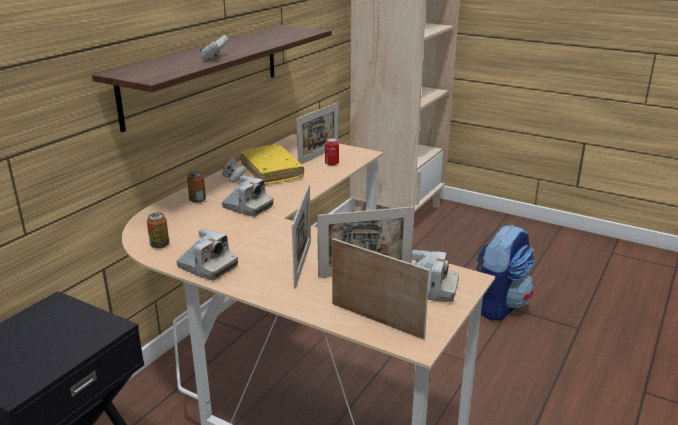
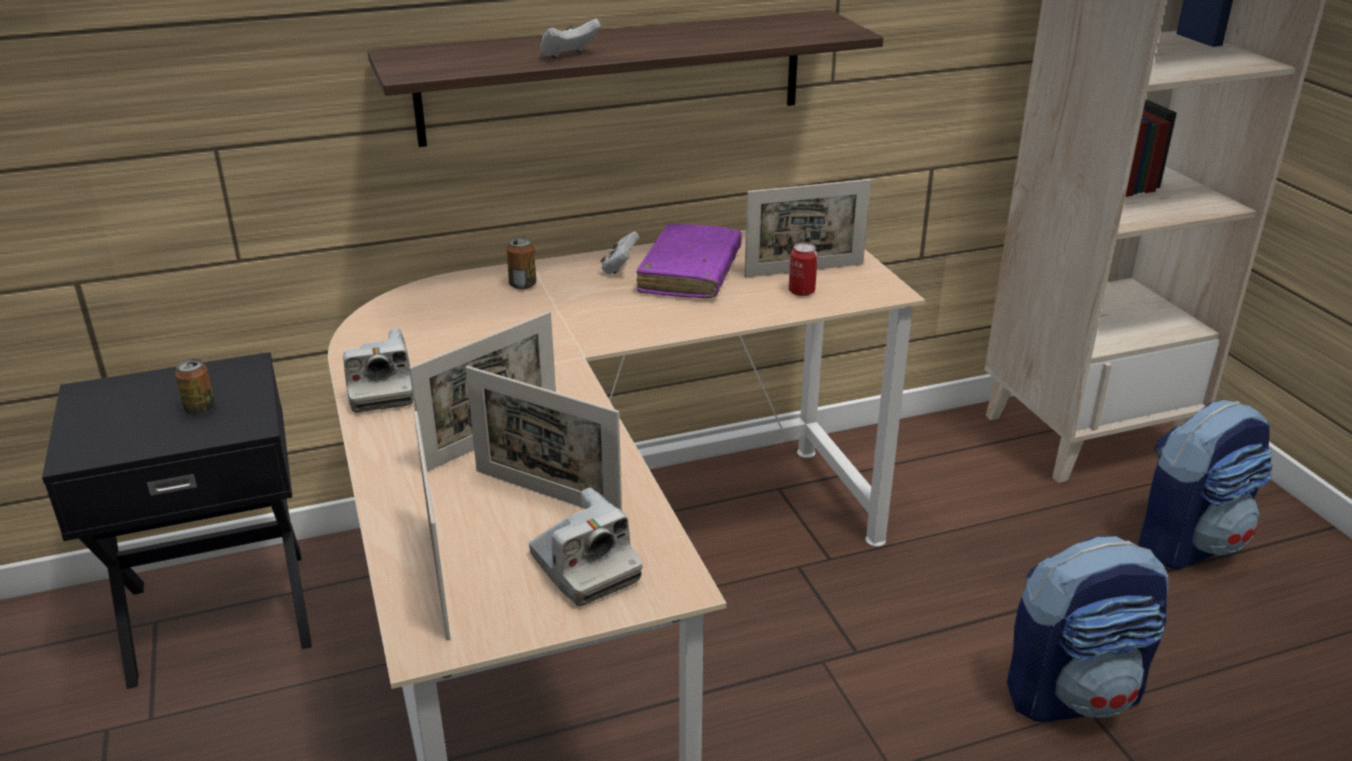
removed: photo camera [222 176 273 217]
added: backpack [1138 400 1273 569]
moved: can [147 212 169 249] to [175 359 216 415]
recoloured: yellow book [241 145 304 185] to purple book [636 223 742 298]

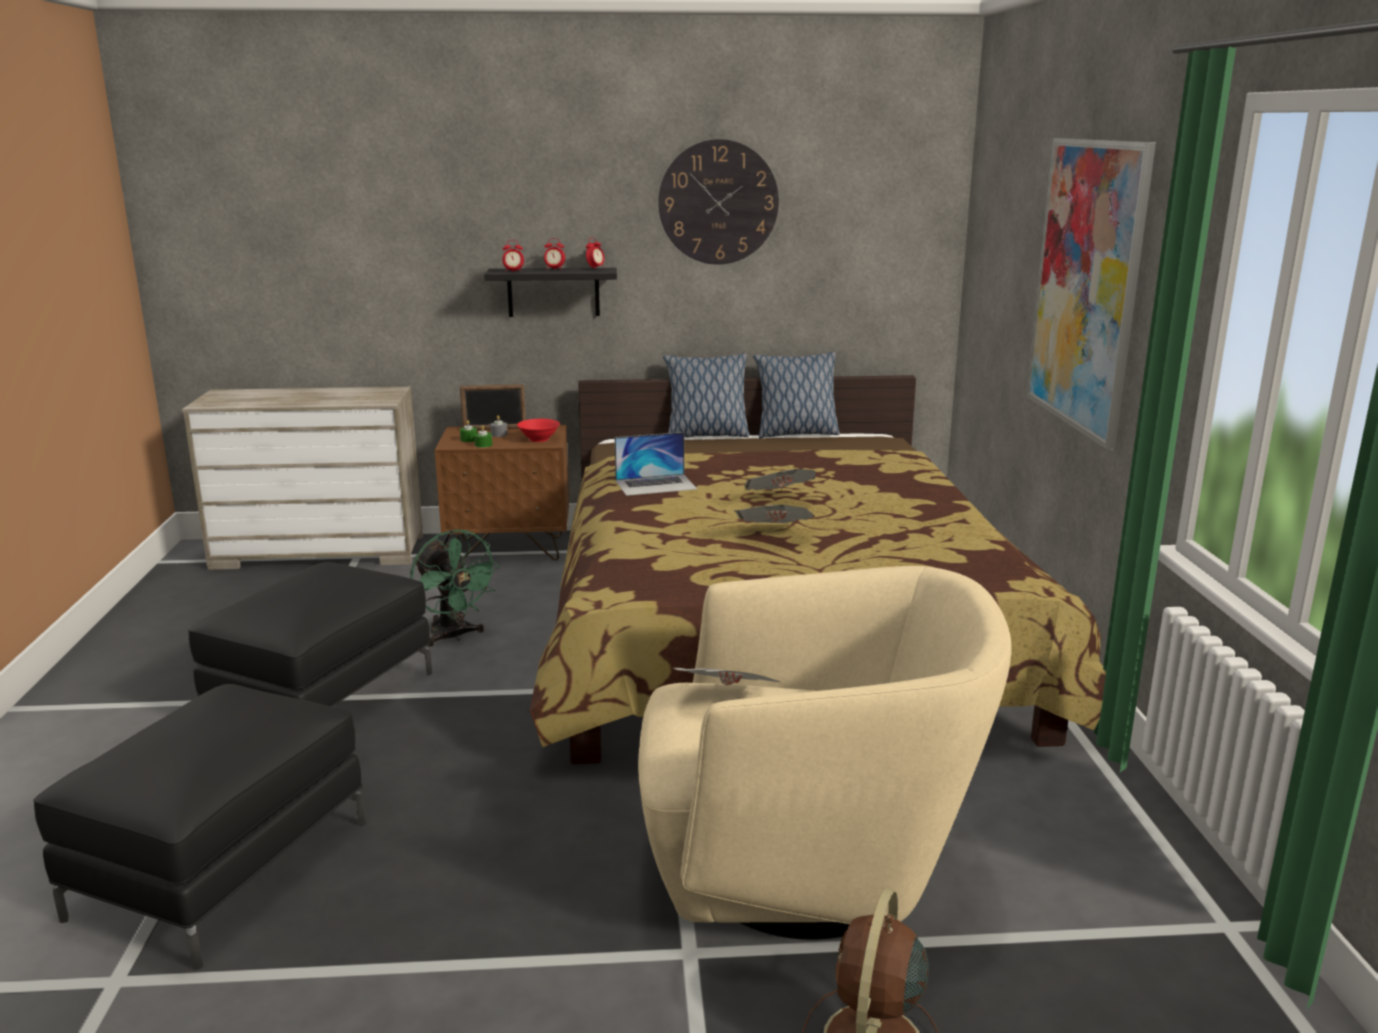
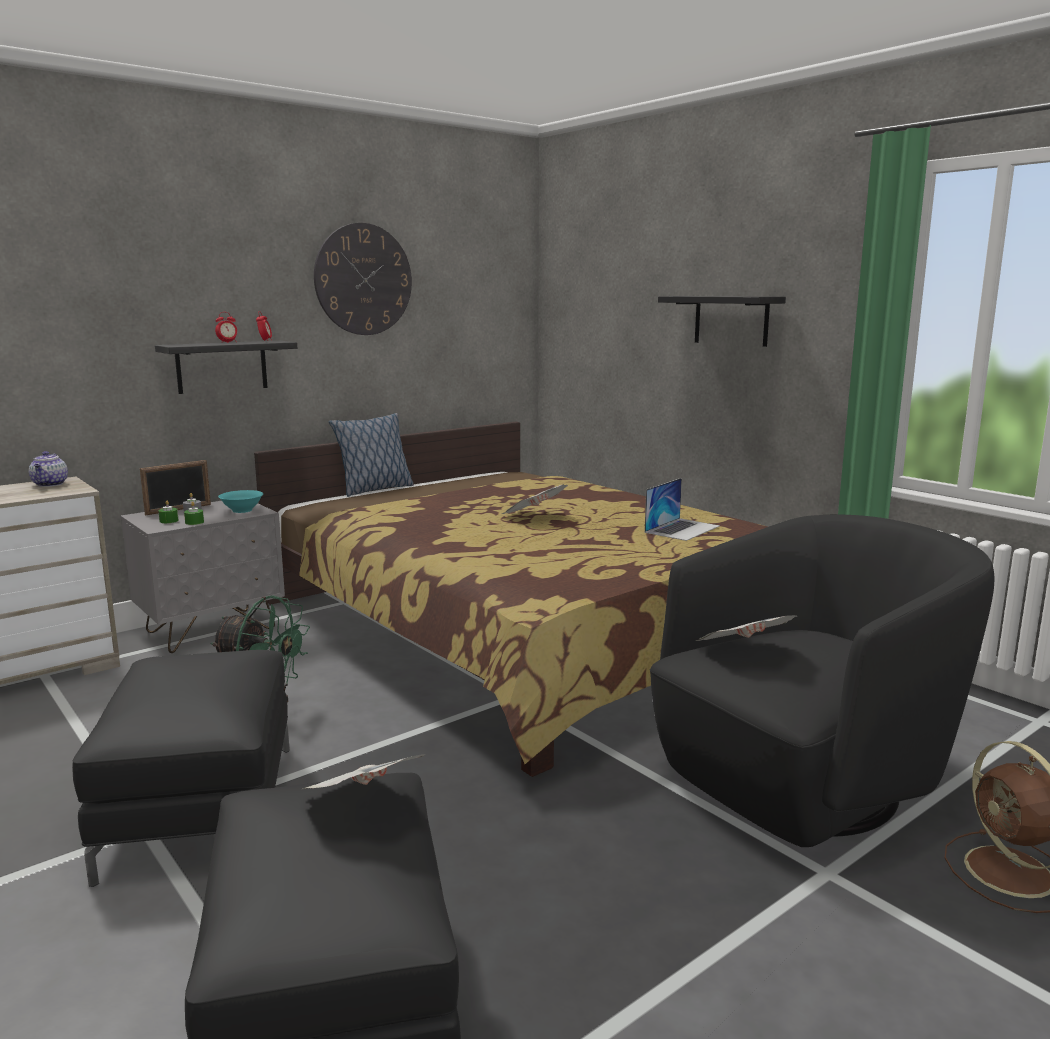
removed: alarm clock [502 240 524 272]; pillow [753 352 840 438]
added: teapot [29 451 68 487]
moved: laptop [615 432 697 496] to [645 478 720 541]; newspaper [734 505 815 523] to [301 754 424 790]
replaced: picture [1026 138 1156 450] to black shelf [658 296 786 347]
recoloured: brown nightstand [435 425 569 560] to grey nightstand [121 501 285 653]; red bowl [517 419 560 442] to turquoise bowl [218 490 264 513]; beige armchair [638 566 1012 940] to black armchair [650 515 994 847]

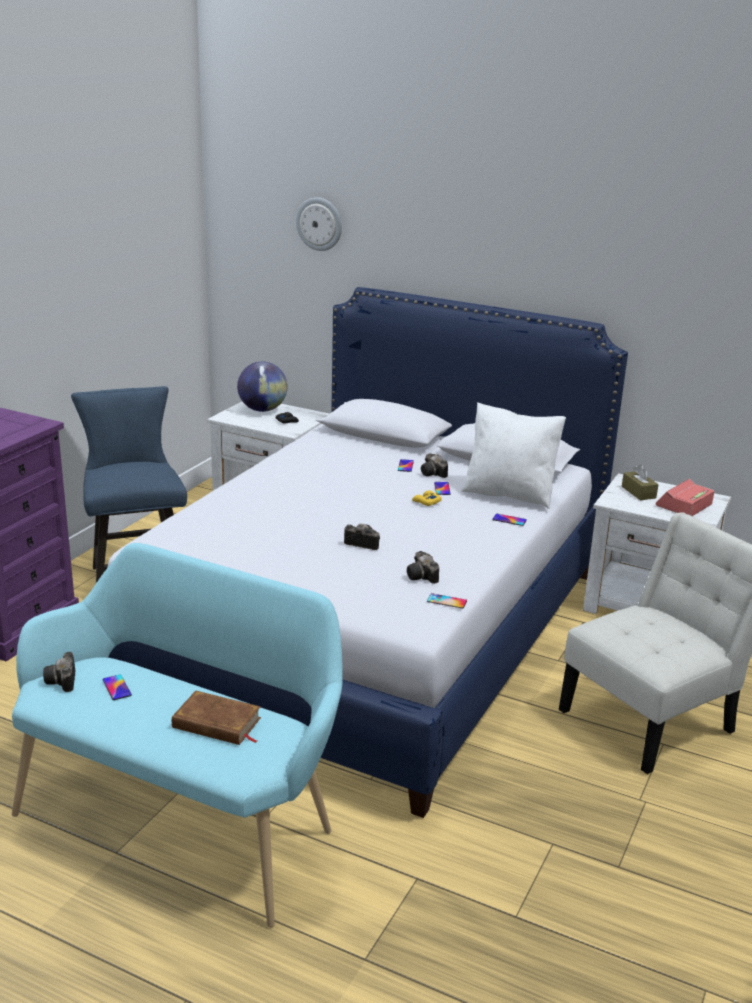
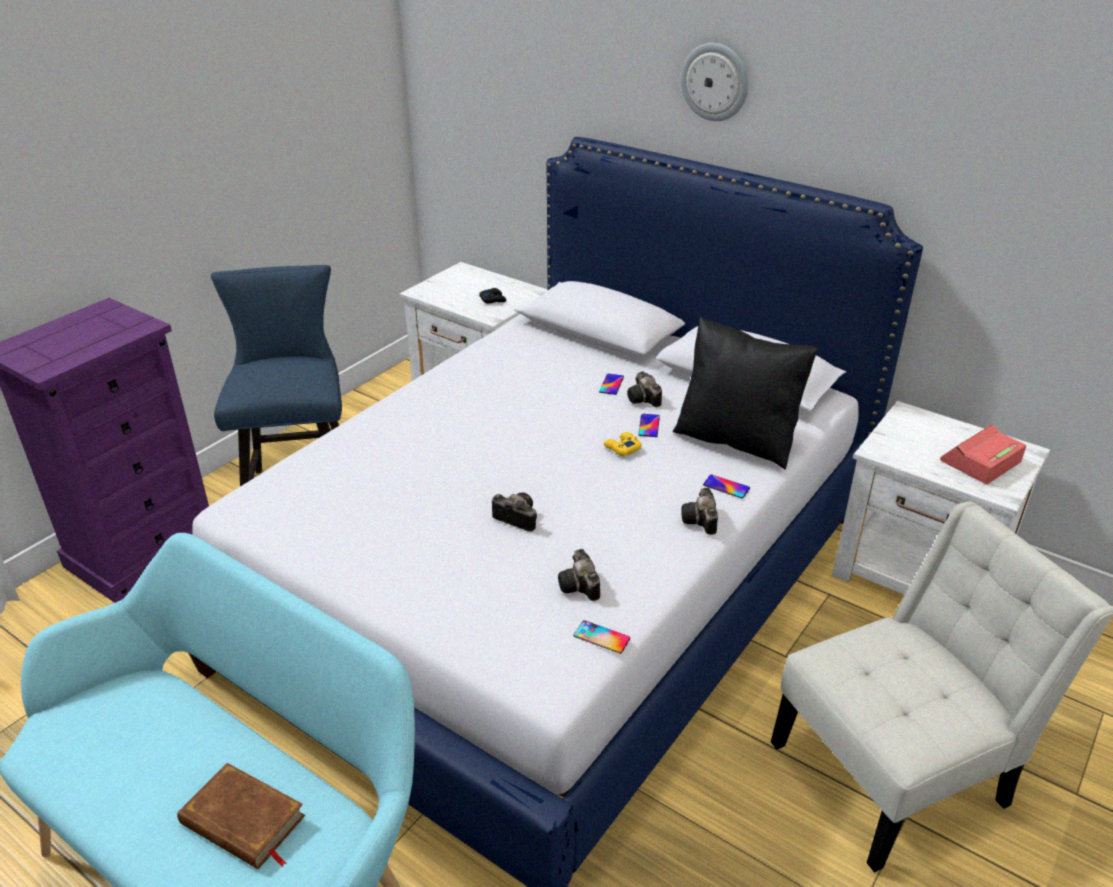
removed: phone [102 675 132 700]; globe [237 362 287 412]; brown tissue box [622 464 659 500]
moved: photo camera [43 652 76 692] to [681 488 718 535]; wall clock [296 197 342 251] to [681 43 748 121]
recoloured: white pillow [461 402 566 509] to black pillow [673 317 818 470]

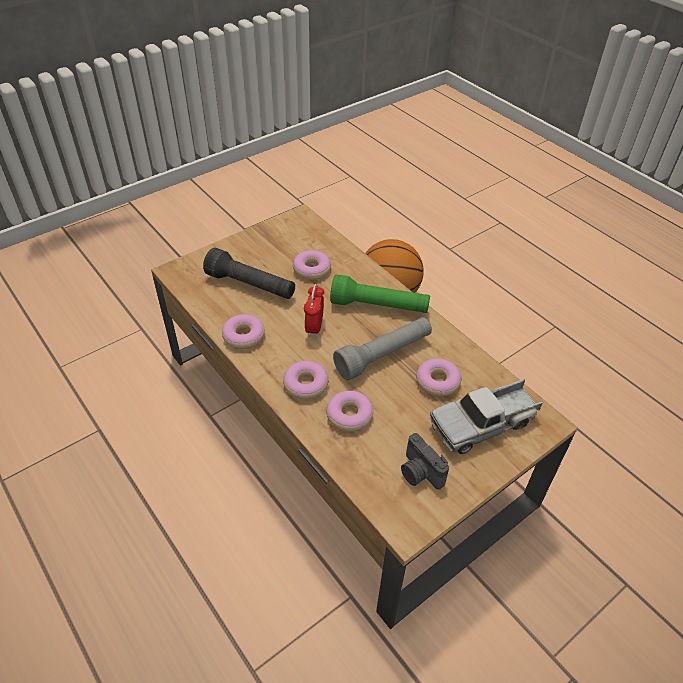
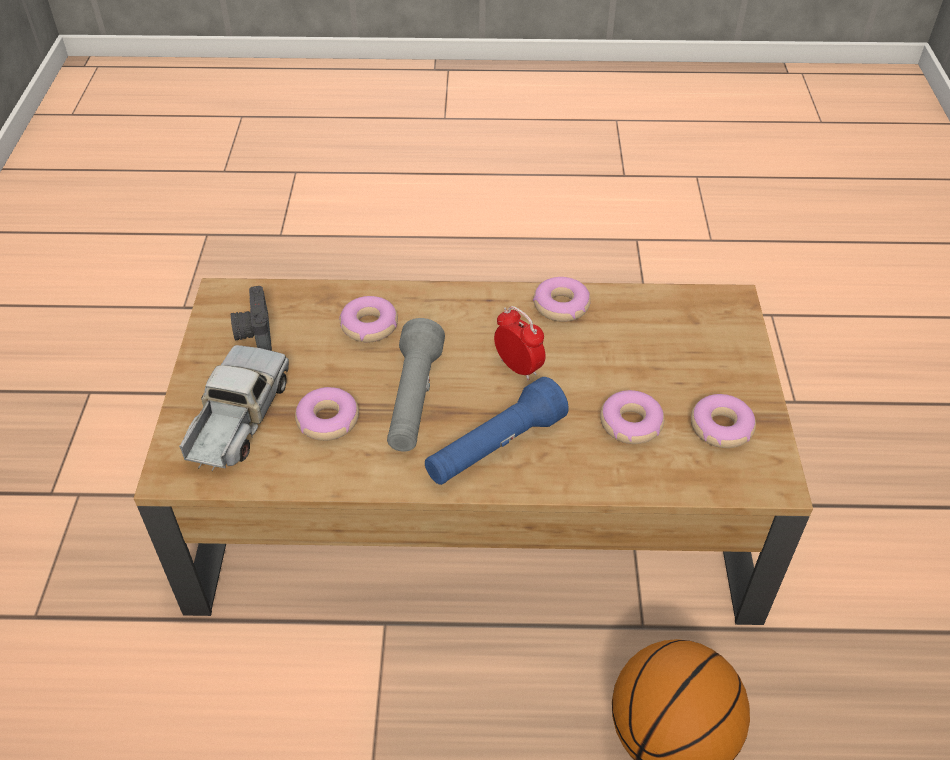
removed: black flashlight [203 248 295 299]
moved: donut [283 361 329 399] to [691 394 756 448]
recoloured: green flashlight [330 274 430 313] to blue flashlight [425 377 569 485]
turned: photo camera [401 433 449 489] = [231 286 272 351] 105 degrees counterclockwise

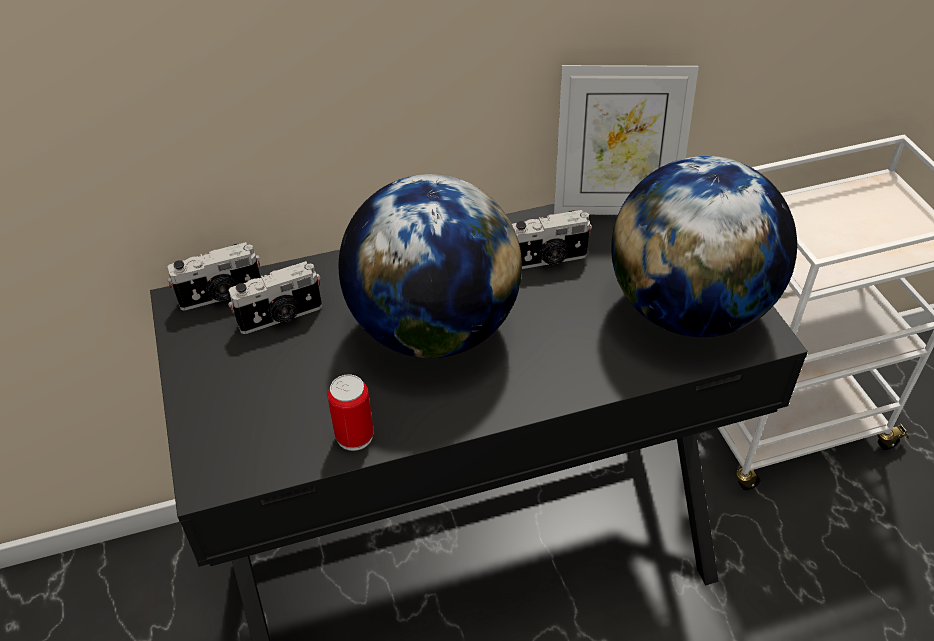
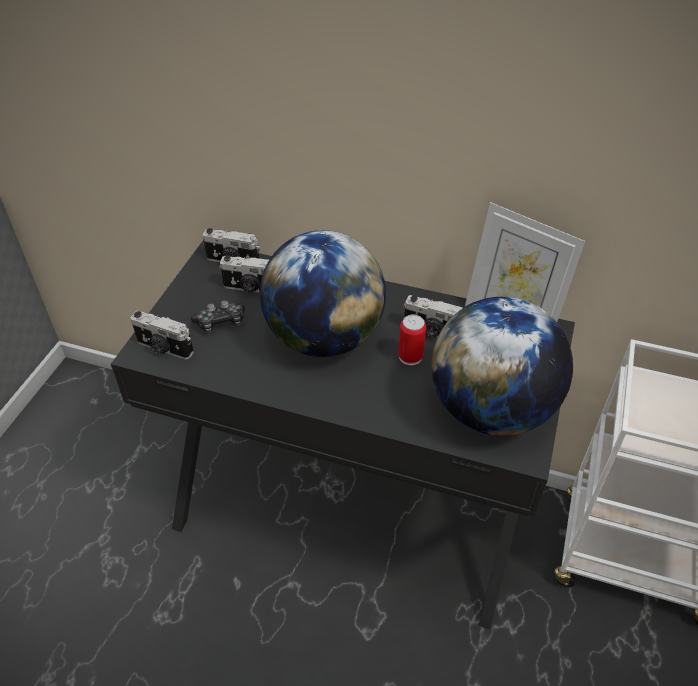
added: photo camera [130 311 194 360]; game controller [191 300 245 333]
moved: can [328 374 374 451] to [398 315 426 365]

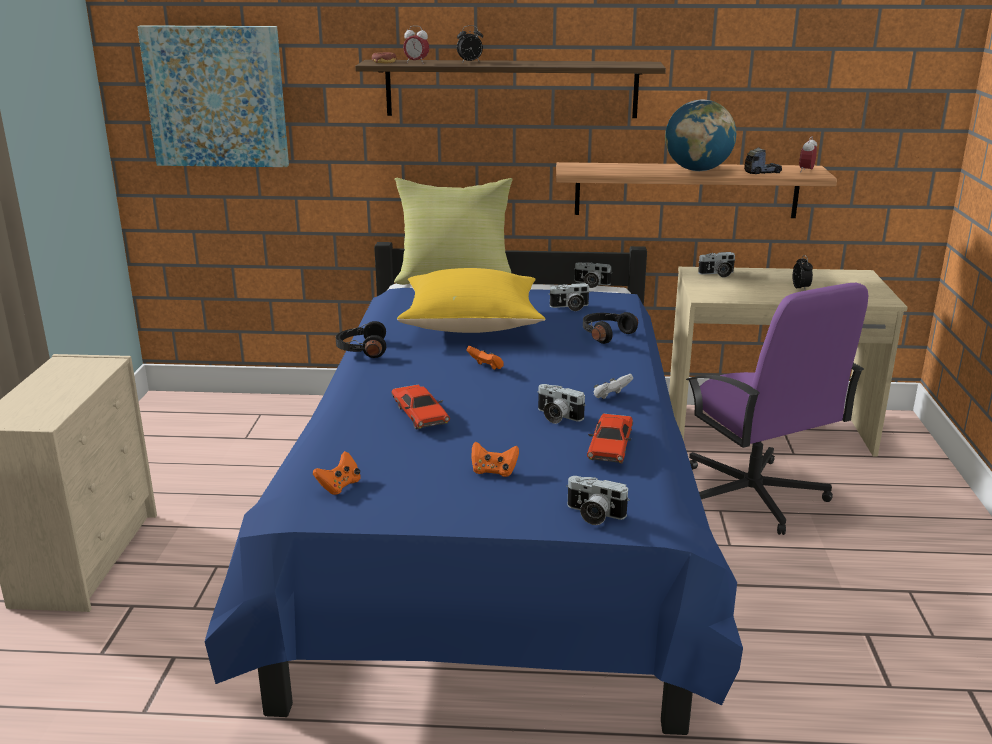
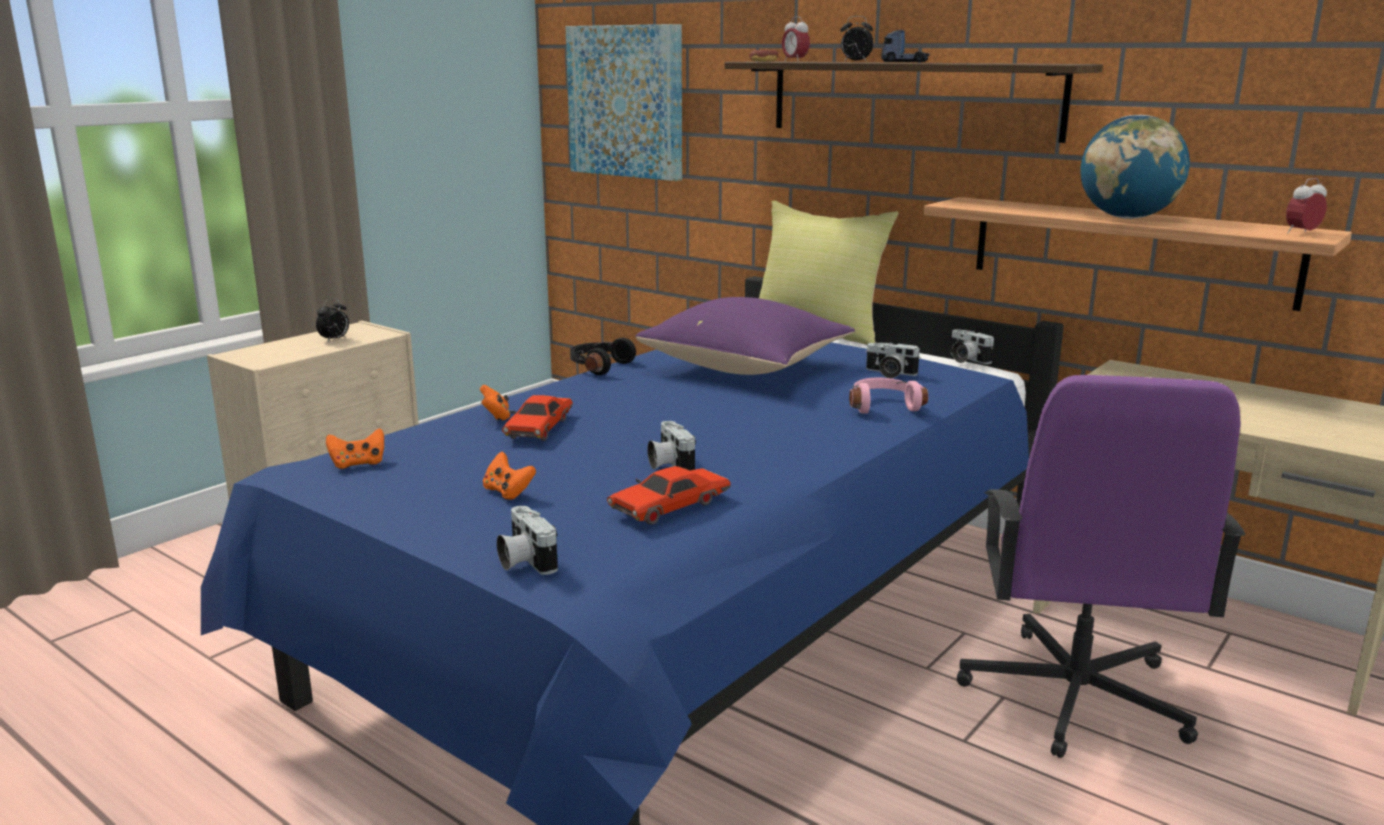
removed: white game controller [594 374 633 399]; photo camera [698 252 735 277]
moved: orange game controller [466 346 504 370] to [480 385 510 420]; toy truck [744 147 782 174] to [881 30 930 62]; alarm clock [793 255 813 290] to [316 298 349 341]
recoloured: yellow pillow [397 268 545 333] to purple pillow [636 297 855 375]; black headphones [583 312 638 344] to pink headphones [849 378 928 414]

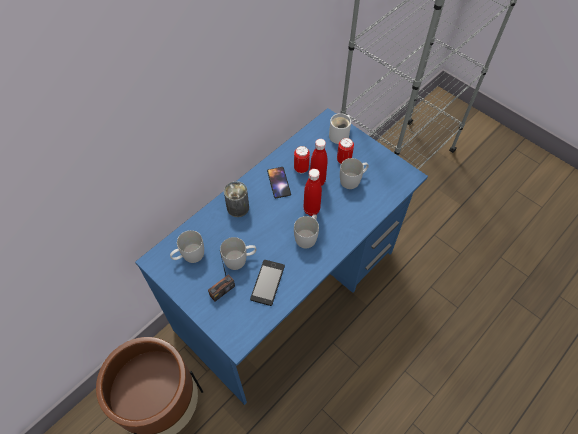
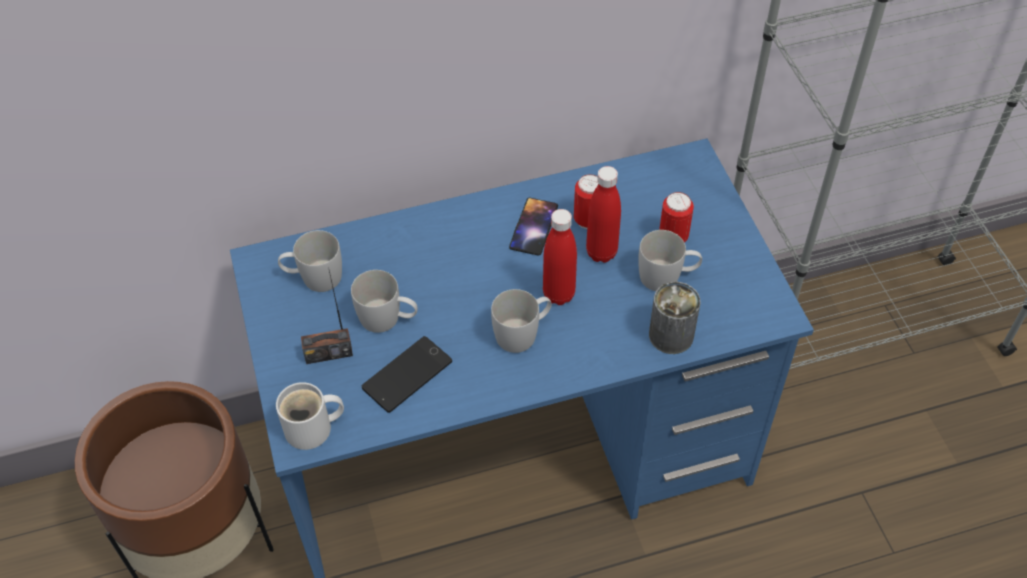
moved: can [224 181 249 217] to [649 282 700 354]; white mug [329 113 352 144] to [276 382 344 450]

